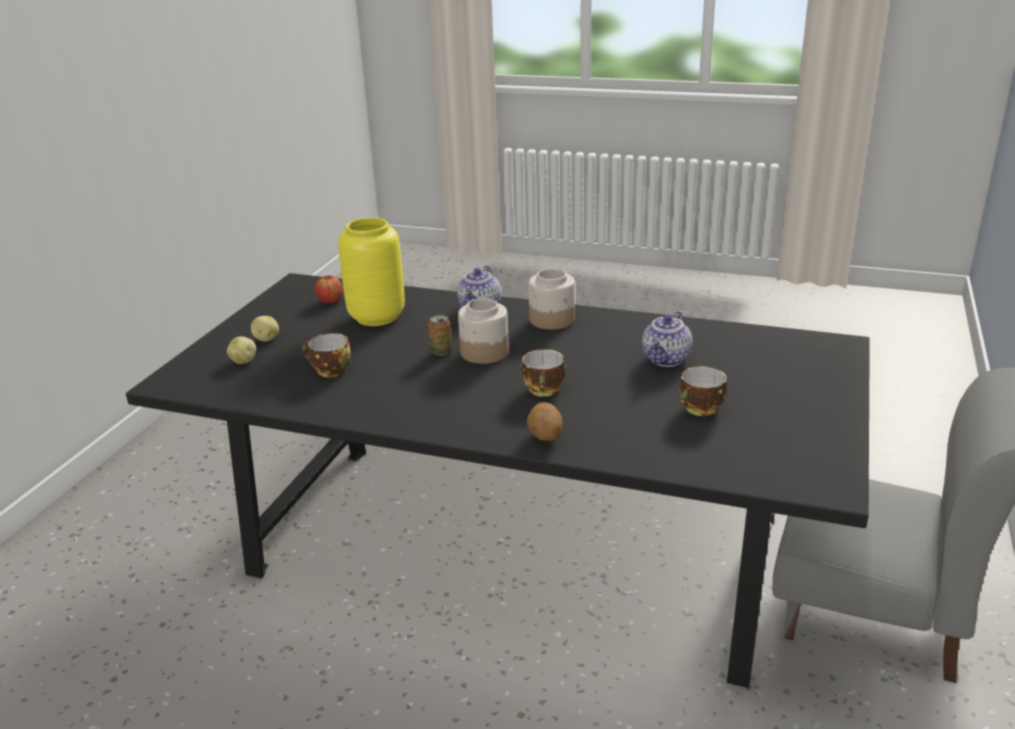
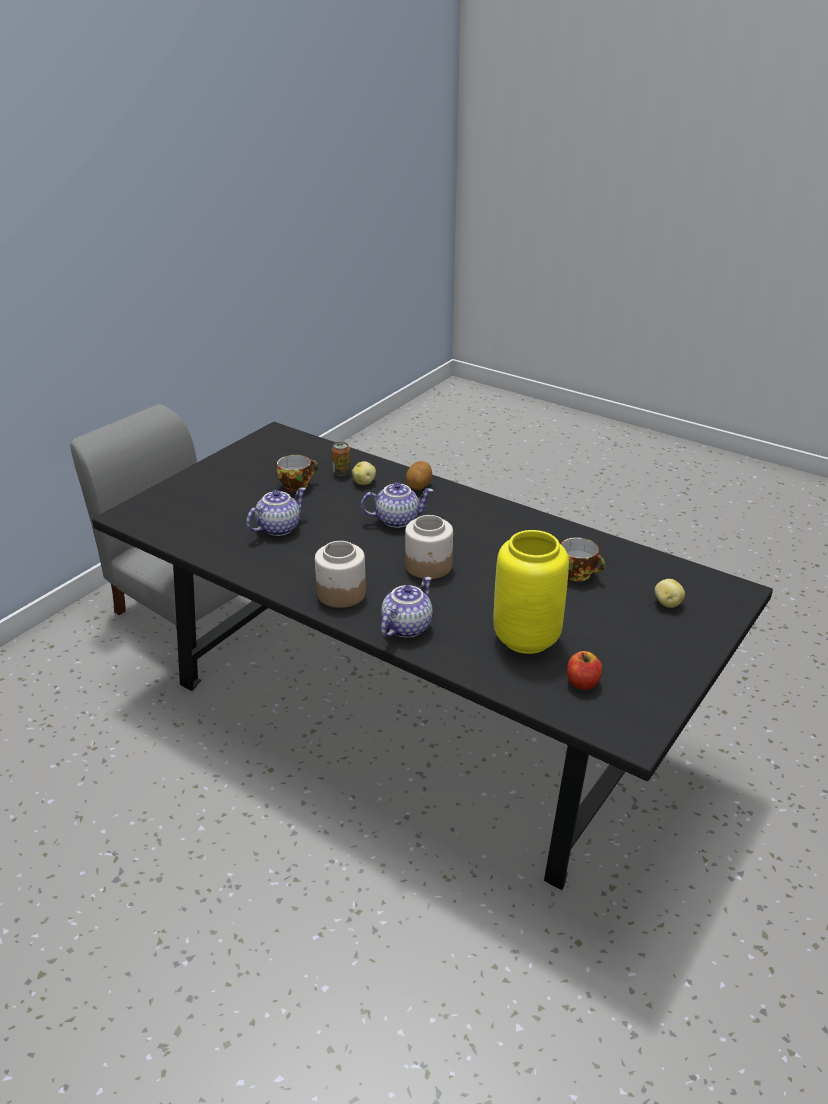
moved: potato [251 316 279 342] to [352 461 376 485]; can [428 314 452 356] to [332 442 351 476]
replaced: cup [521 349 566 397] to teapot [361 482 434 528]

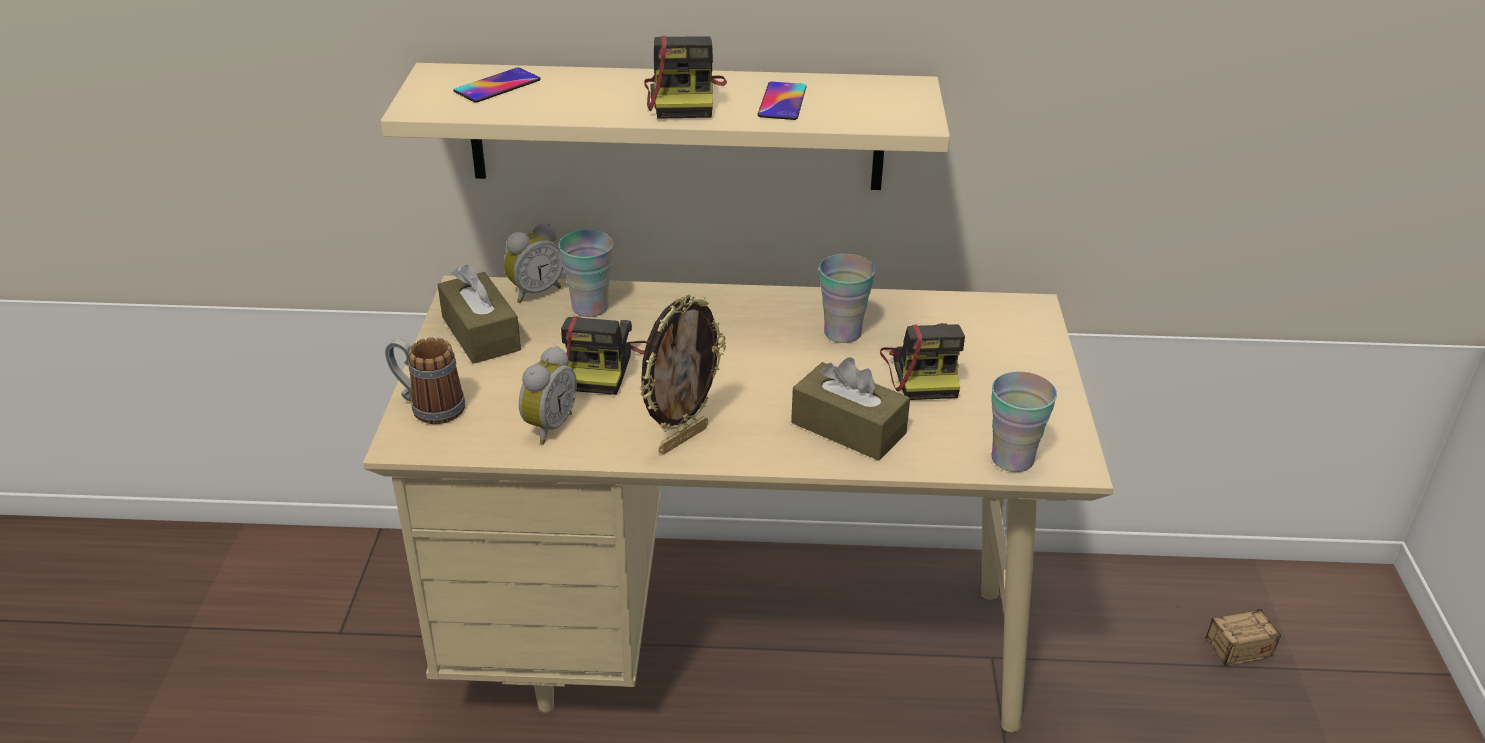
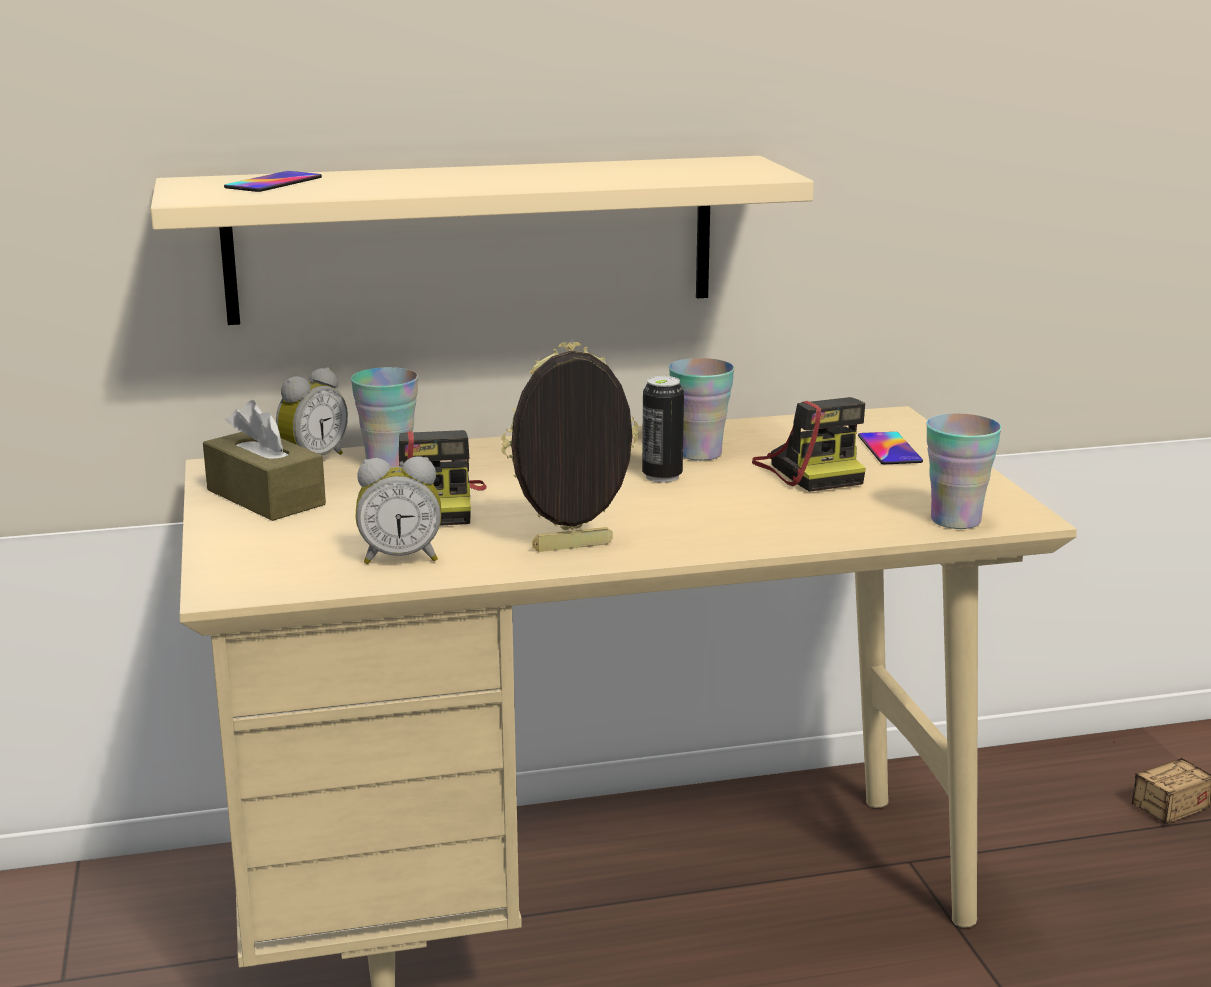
removed: mug [385 337 465 424]; photo camera [644 36 727 119]; brown tissue box [791 357 910 461]
added: can [642 376 684 483]
moved: phone [758 82 807 120] to [858 432 923 464]
turned: alarm clock [519 346 577 444] = [355 456 441 564] 75 degrees clockwise; picture frame [639 294 726 454] = [501 342 639 552] 135 degrees counterclockwise

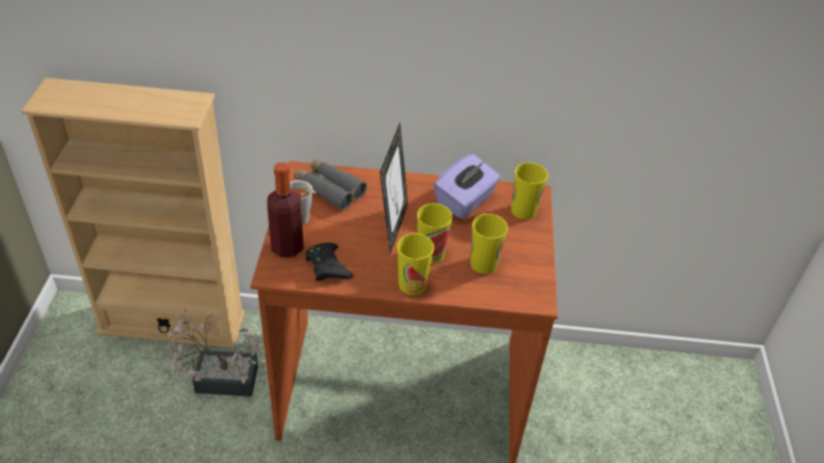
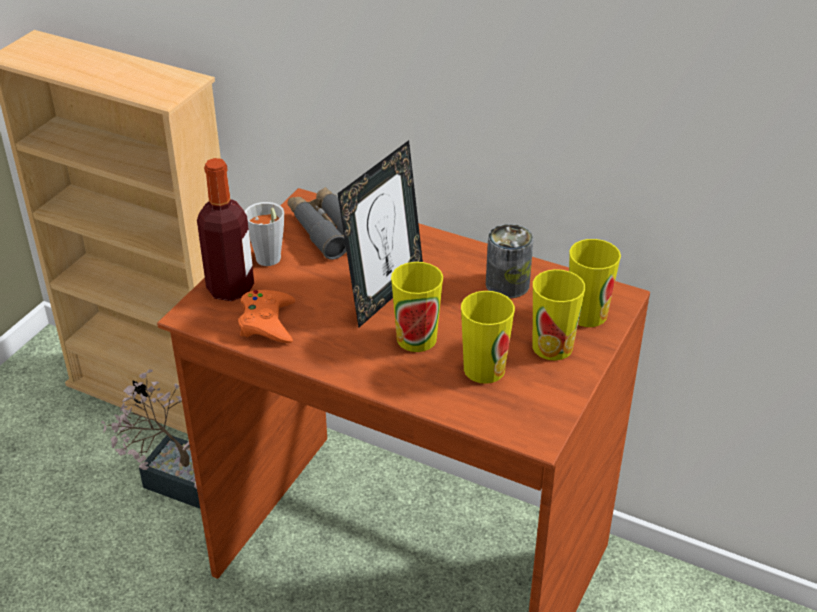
moved: cup [397 233 434 295] to [533 269 585 360]
replaced: purple tissue box [434 154 501 219] to can [486 224 534 298]
recoloured: black game controller [306 243 353 281] to orange game controller [238 290 295 343]

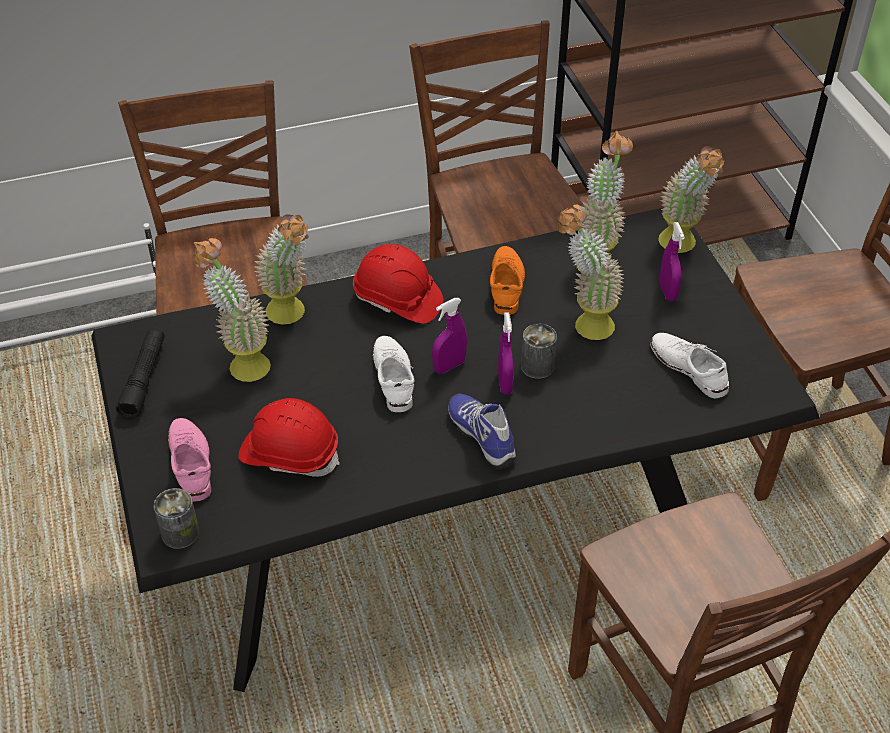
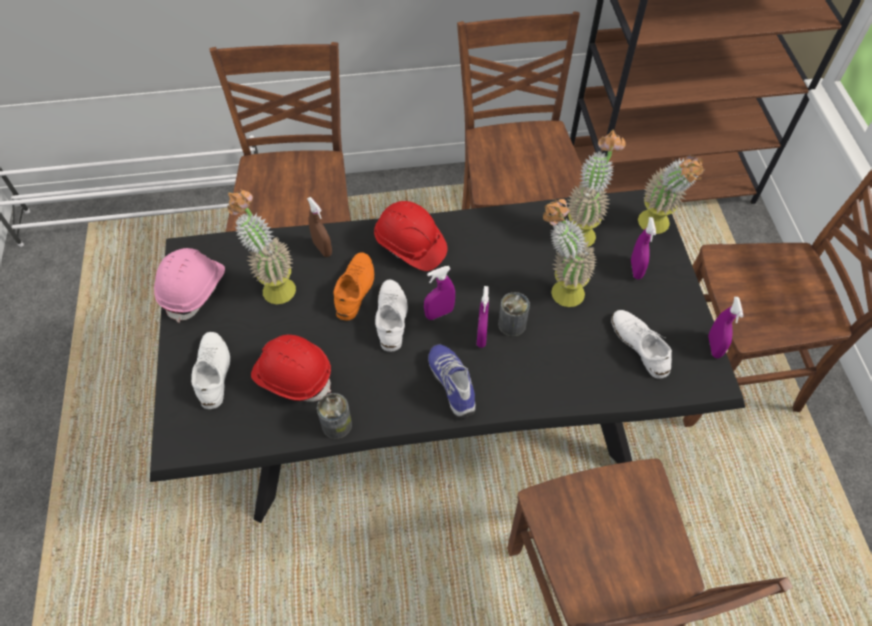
added: purple spray bottle [708 297 743 358]
moved: can [154 488 199 549] to [317 393 352 439]; orange shoe [490 246 525 315] to [333 252 374 321]
replaced: black flashlight [116 330 165 419] to pink hard hat [154 248 225 323]; potted plant [254 214 309 325] to brown spray bottle [307 197 332 257]
recoloured: pink shoe [168 418 211 502] to white shoe [191 332 230 409]

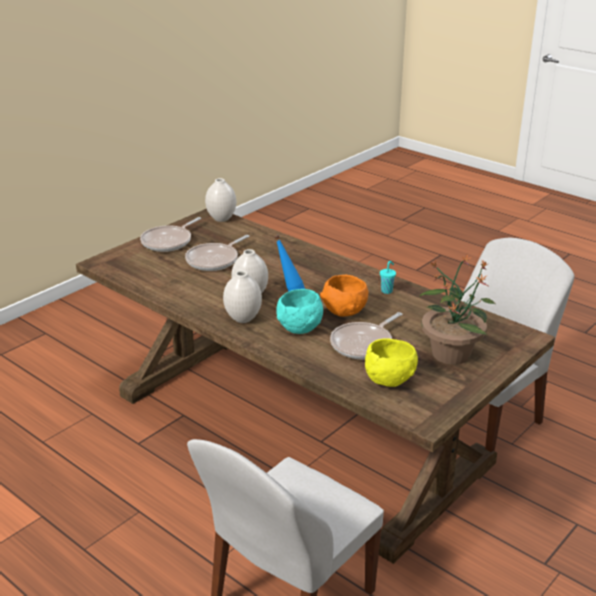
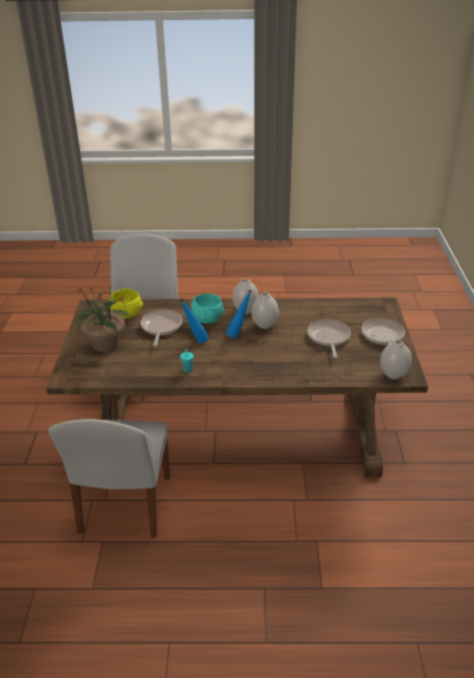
replaced: orange bowl [320 275 369 317] to blue bottle [179 298 209 343]

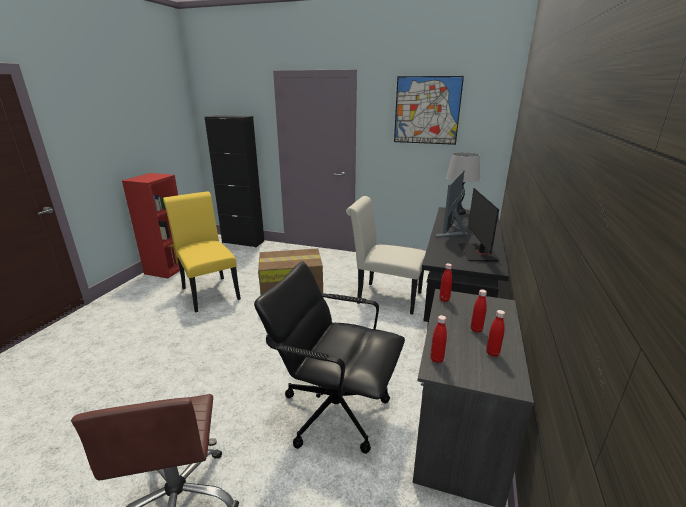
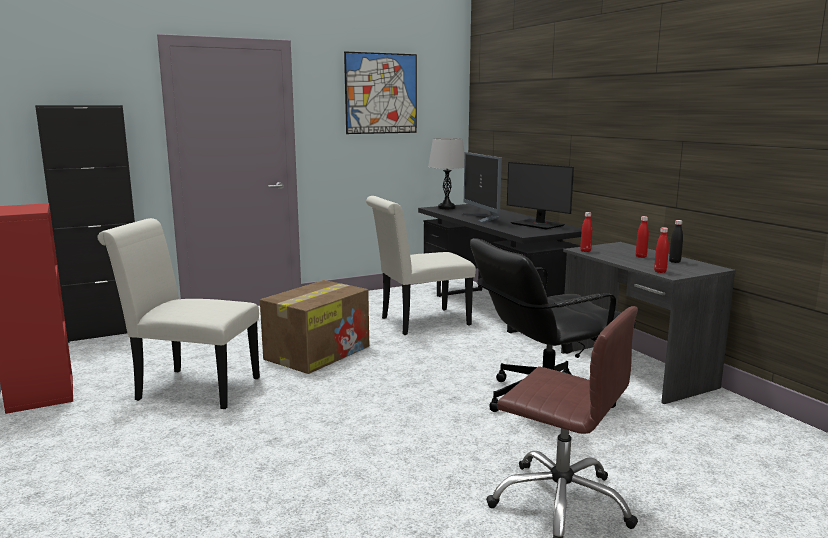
recoloured: yellow chair [163 191 241 313] to white chair [98 218 260 409]; red bottle [486 310 505 357] to black bottle [669 220 683 263]

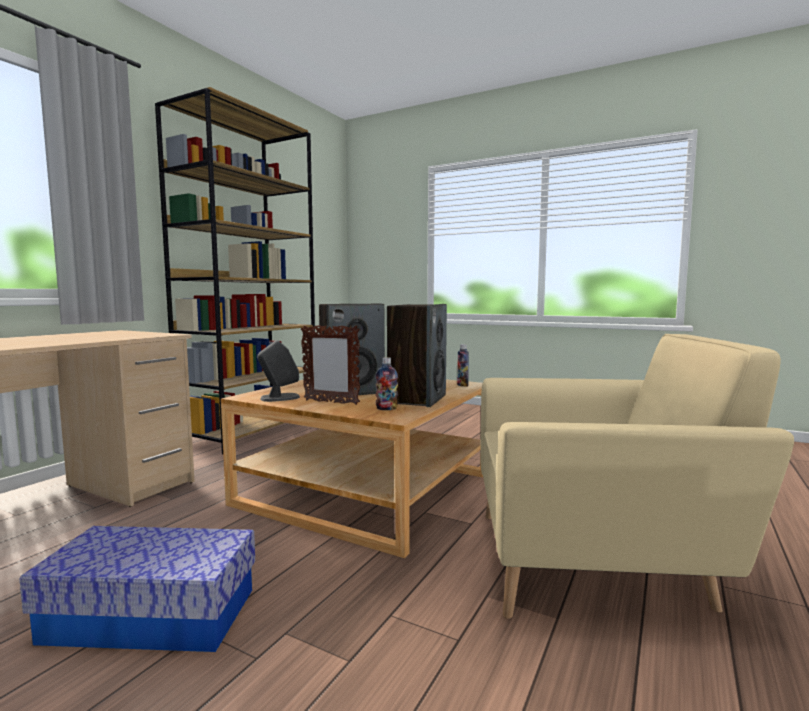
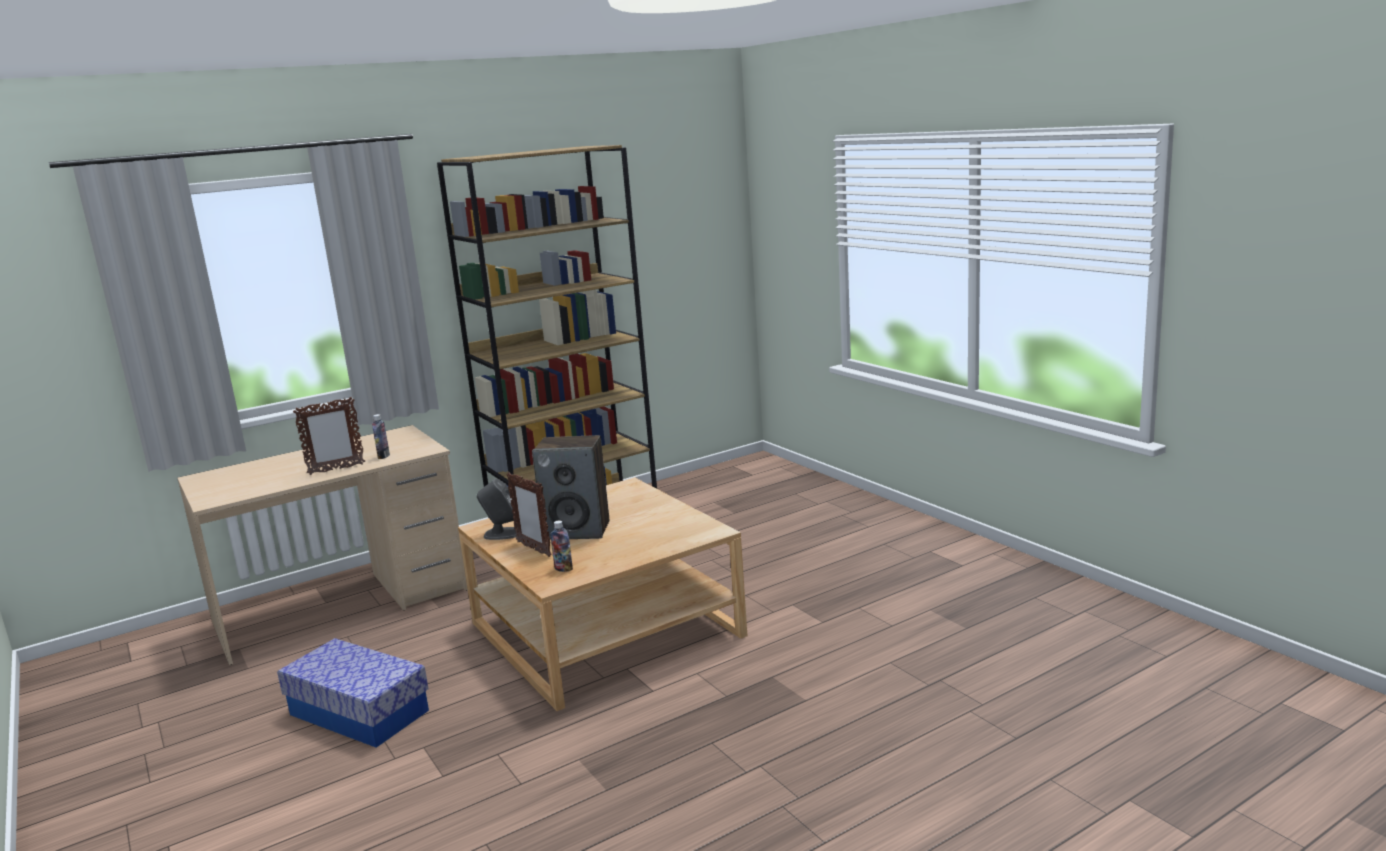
removed: speaker [387 304 447 407]; beige armchair [480 334 794 619]
added: picture frame [293 397 365 475]
moved: bottle [457 344 469 387] to [372 414 390 459]

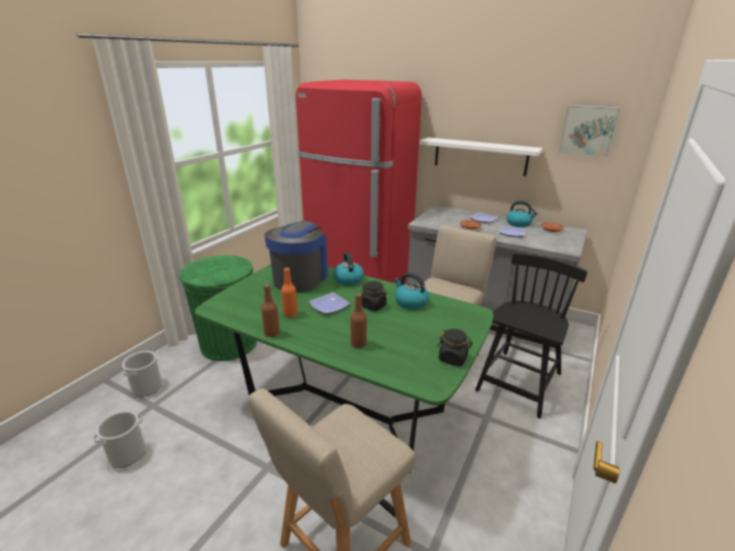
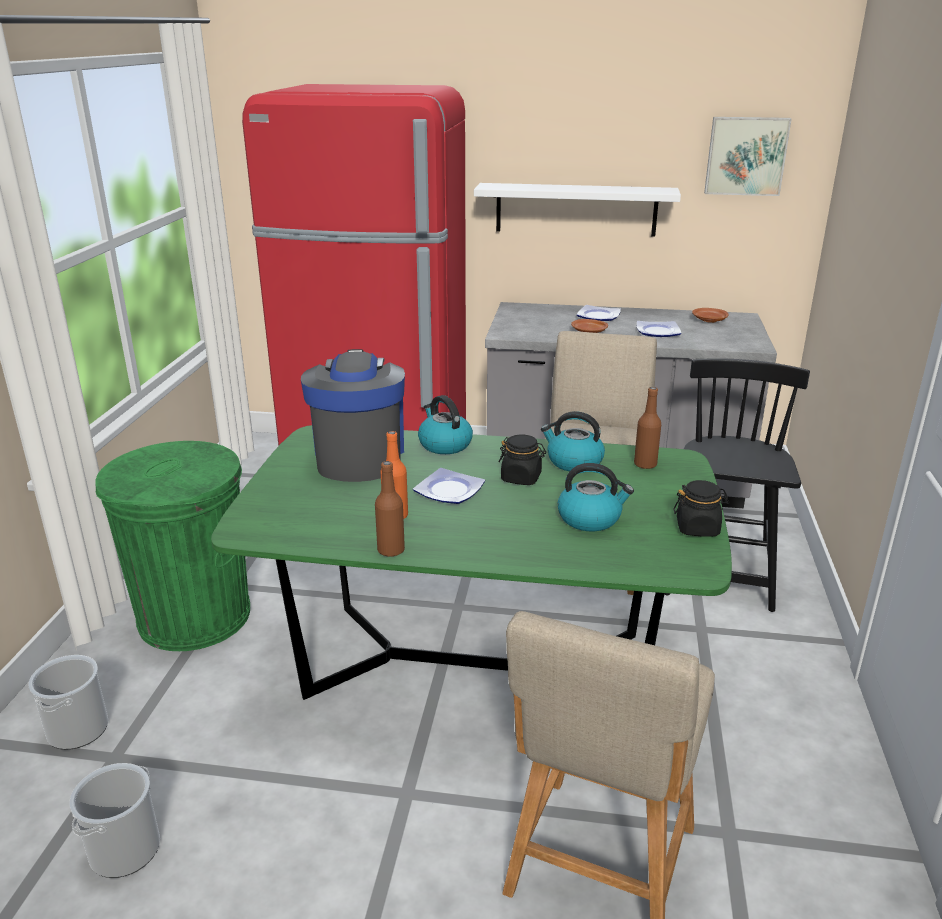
moved: brown bottle [350 293 367 348] to [634 387 661 469]; kettle [506 201 538 227] to [558 463 634 531]

